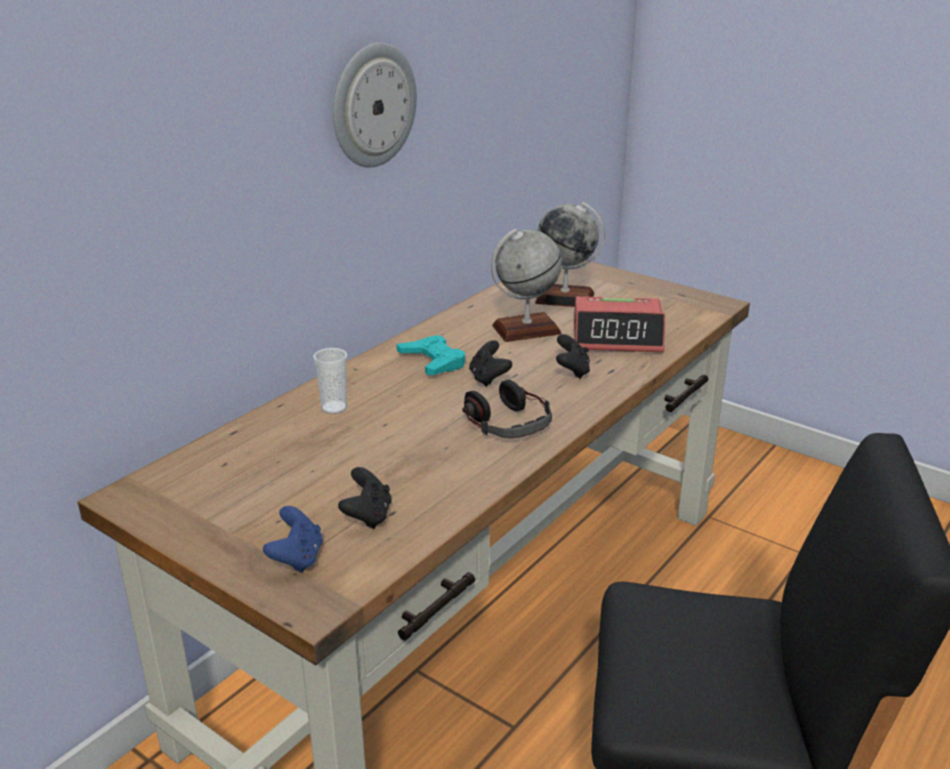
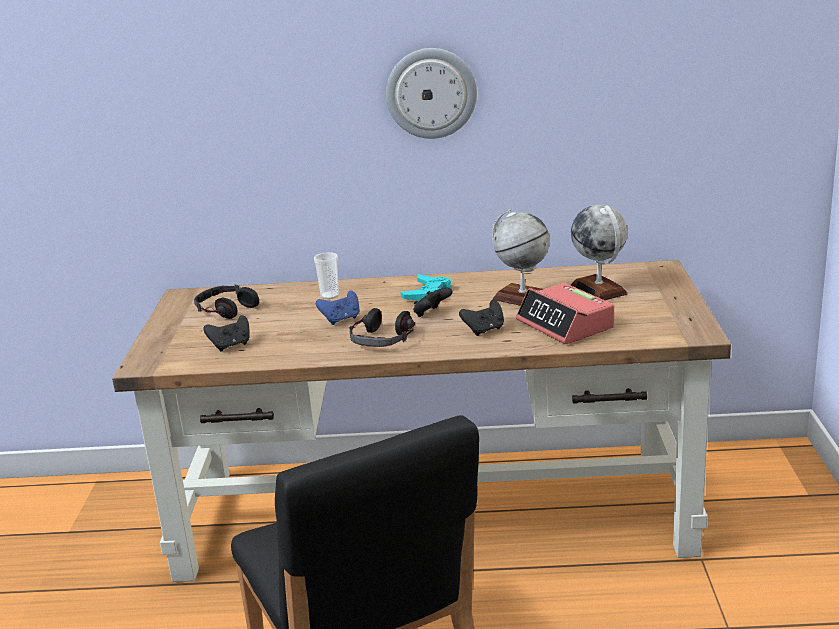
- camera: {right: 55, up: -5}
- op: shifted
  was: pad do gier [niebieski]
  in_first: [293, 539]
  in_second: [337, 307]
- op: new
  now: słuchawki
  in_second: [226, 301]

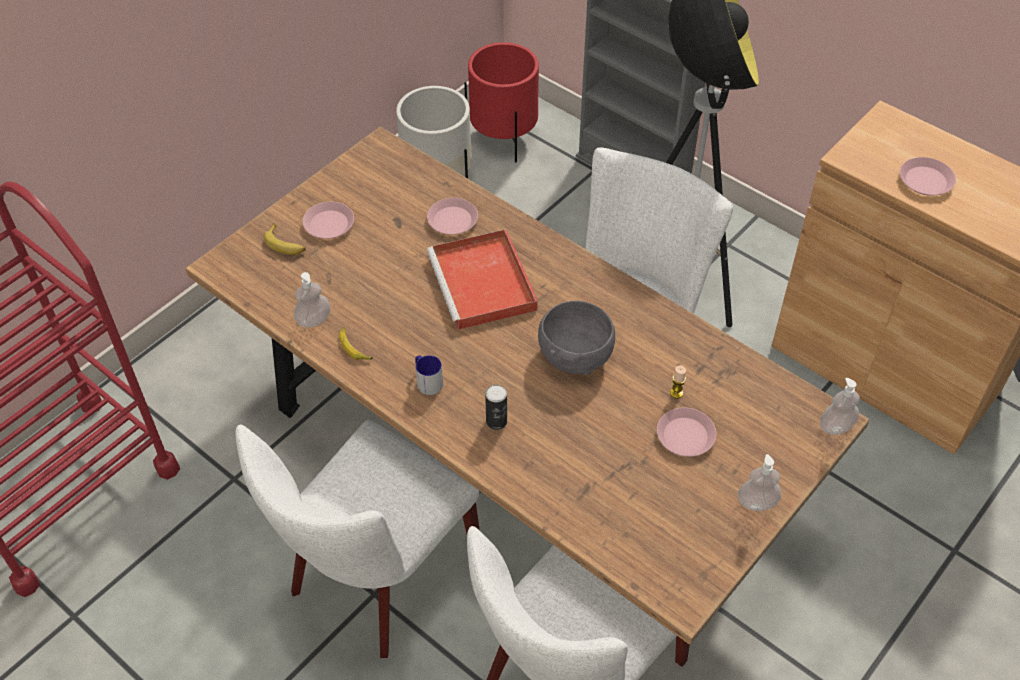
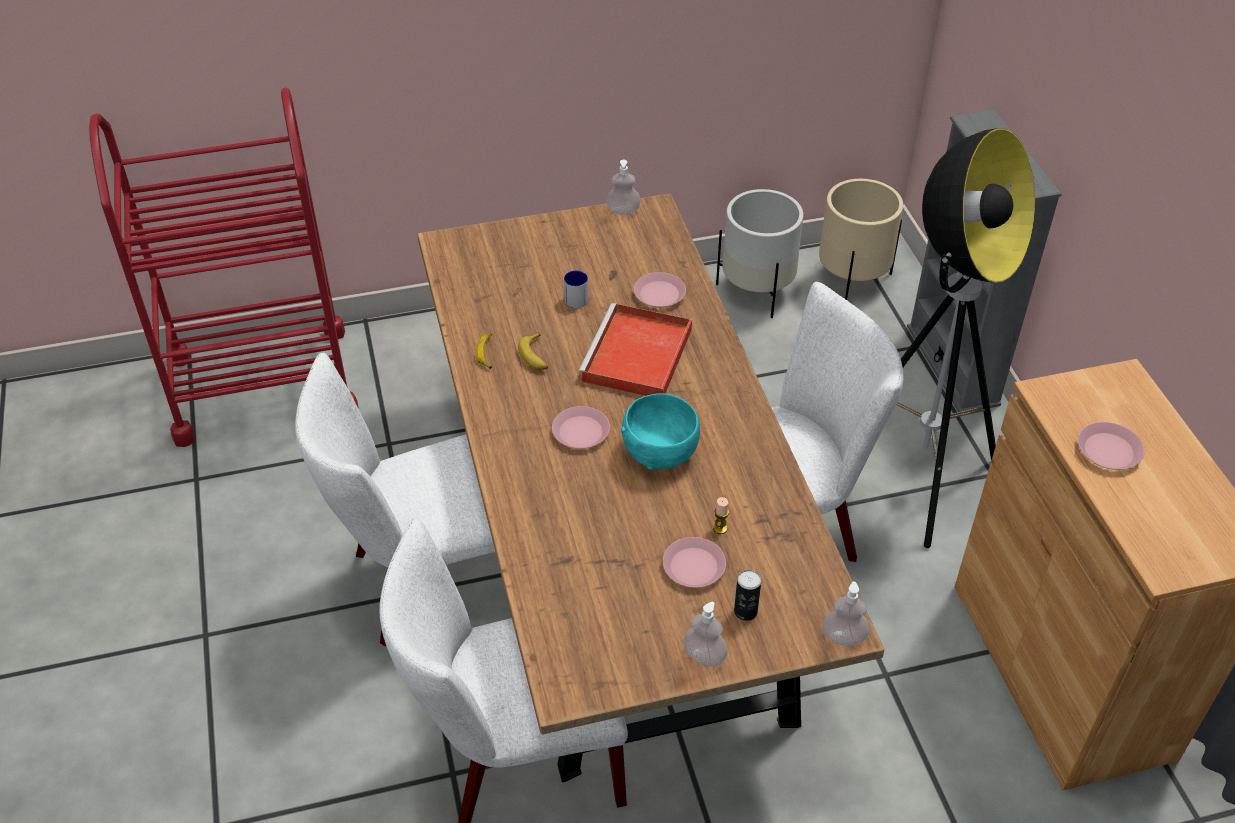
- camera: {right: 35, up: -5}
- op: repainted
  was: donica [czerwony]
  now: donica [beżowy]
  in_first: [501, 102]
  in_second: [861, 239]
- op: shifted
  was: talerz [różowy]
  in_first: [328, 220]
  in_second: [581, 427]
- op: shifted
  was: banan
  in_first: [285, 239]
  in_second: [533, 351]
- op: shifted
  was: dozownik mydła
  in_first: [312, 299]
  in_second: [623, 187]
- op: repainted
  was: miska [szary]
  now: miska [turkusowy]
  in_first: [576, 338]
  in_second: [660, 431]
- op: shifted
  was: kubek
  in_first: [429, 375]
  in_second: [576, 289]
- op: shifted
  was: puszka
  in_first: [496, 407]
  in_second: [747, 595]

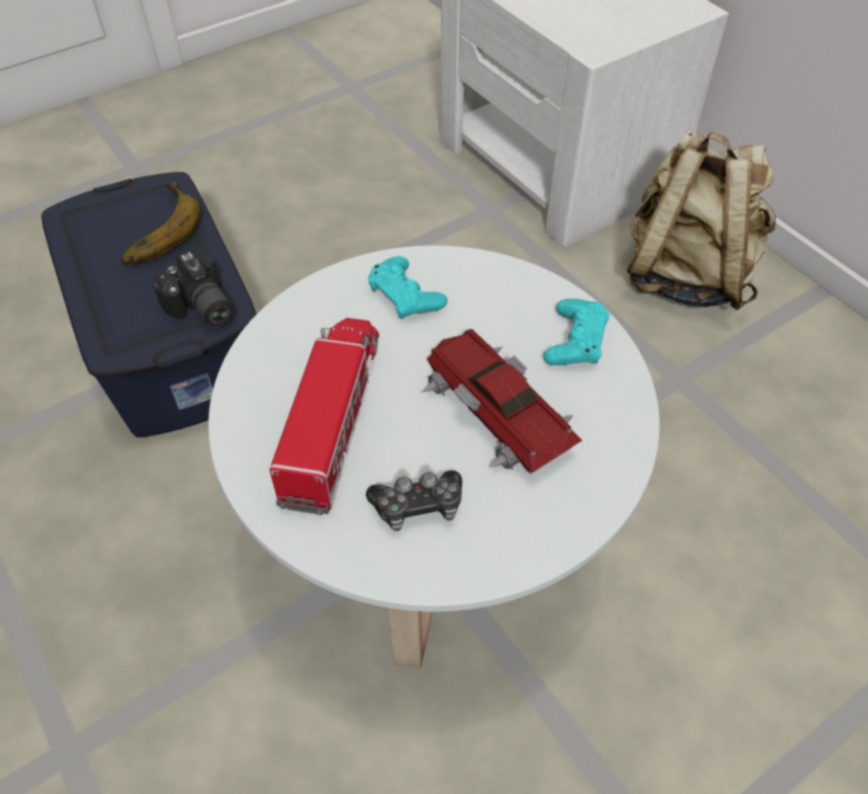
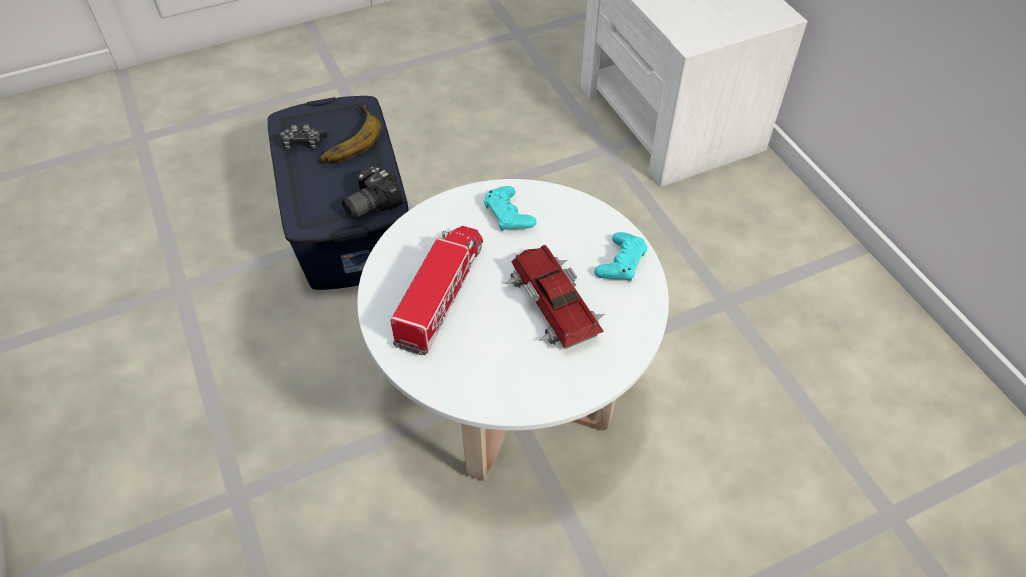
- camera: {right: 10, up: 0}
- op: gone
  was: plecak [beżowy]
  in_first: [701, 219]
- op: rotated
  was: aparat fotograficzny
  in_first: [193, 289]
  in_second: [372, 192]
  clockwise: 75
- op: shifted
  was: pad do gier
  in_first: [414, 500]
  in_second: [303, 137]

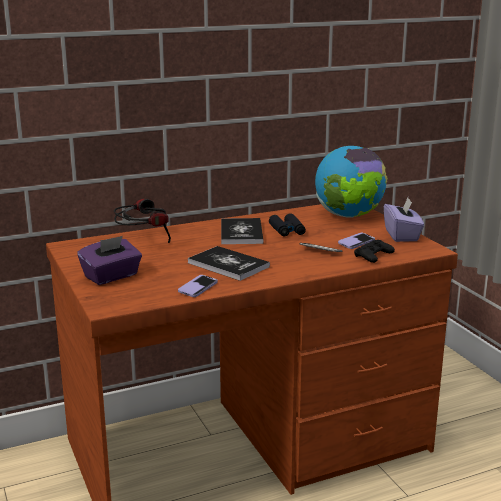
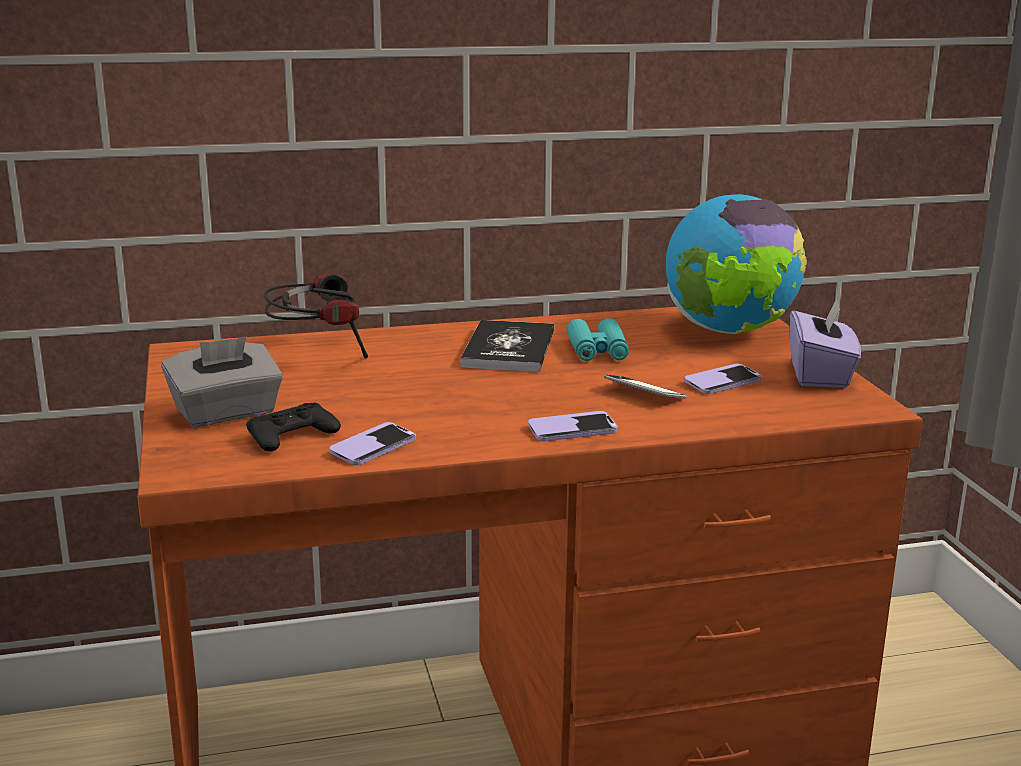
- camera: {right: 10, up: 0}
- op: repainted
  was: lornetka [czarny]
  now: lornetka [turkusowy]
  in_first: [287, 225]
  in_second: [598, 339]
- op: repainted
  was: pudełko chusteczek [fioletowy]
  now: pudełko chusteczek [szary]
  in_first: [109, 260]
  in_second: [222, 382]
- op: shifted
  was: pad do gier [czarny]
  in_first: [374, 251]
  in_second: [293, 427]
- op: gone
  was: książka
  in_first: [229, 263]
- op: new
  now: telefon
  in_second: [573, 426]

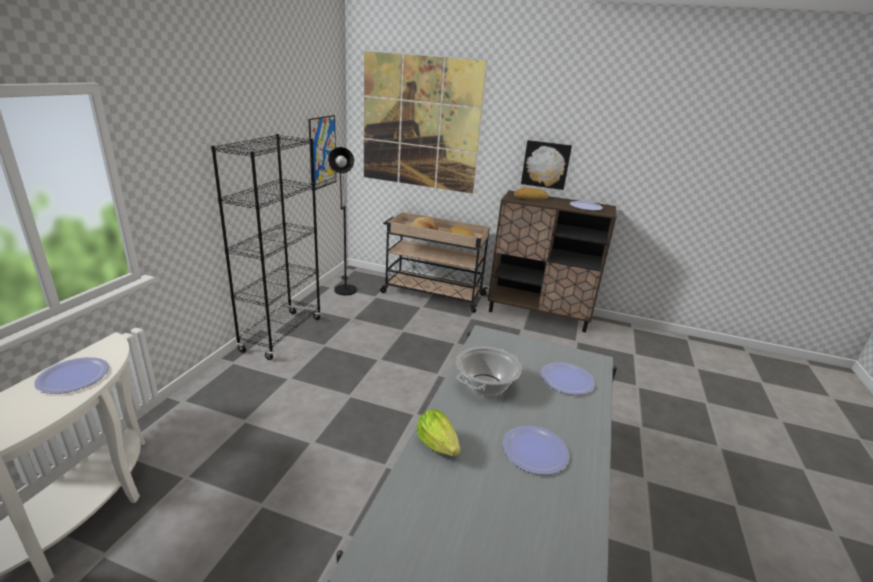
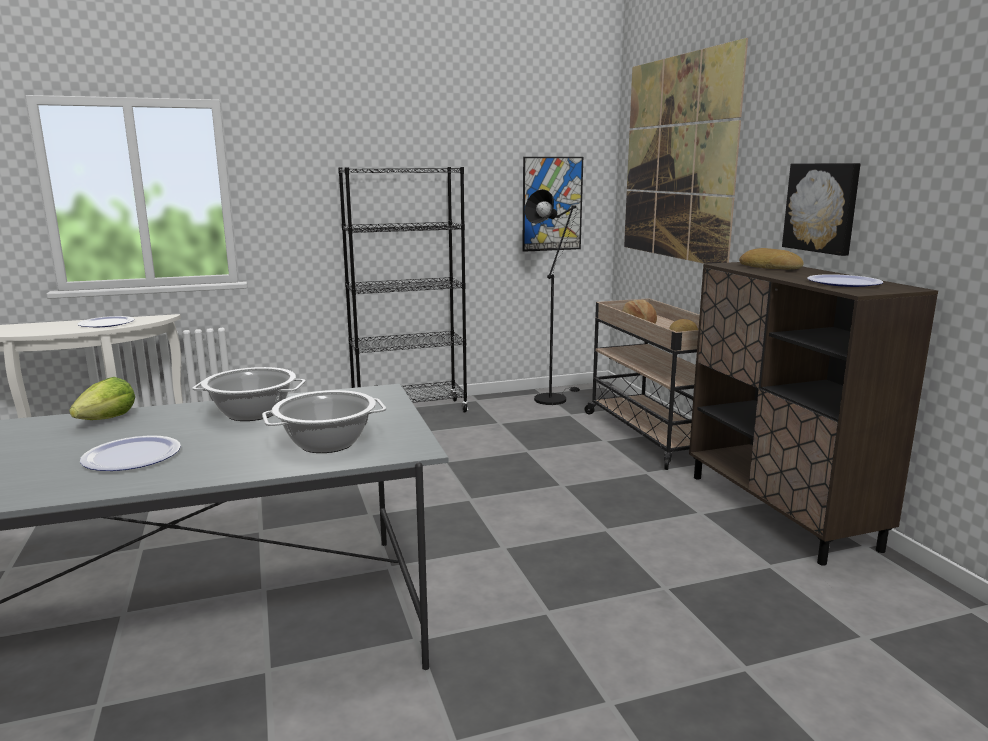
- camera: {right: 55, up: -10}
- op: swapped
  was: talerz
  now: garnek
  in_first: [568, 378]
  in_second: [324, 421]

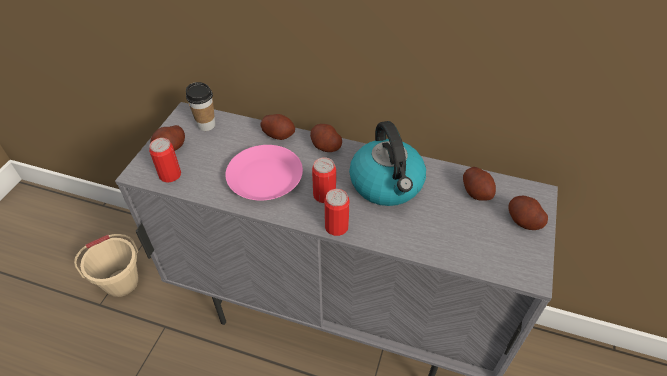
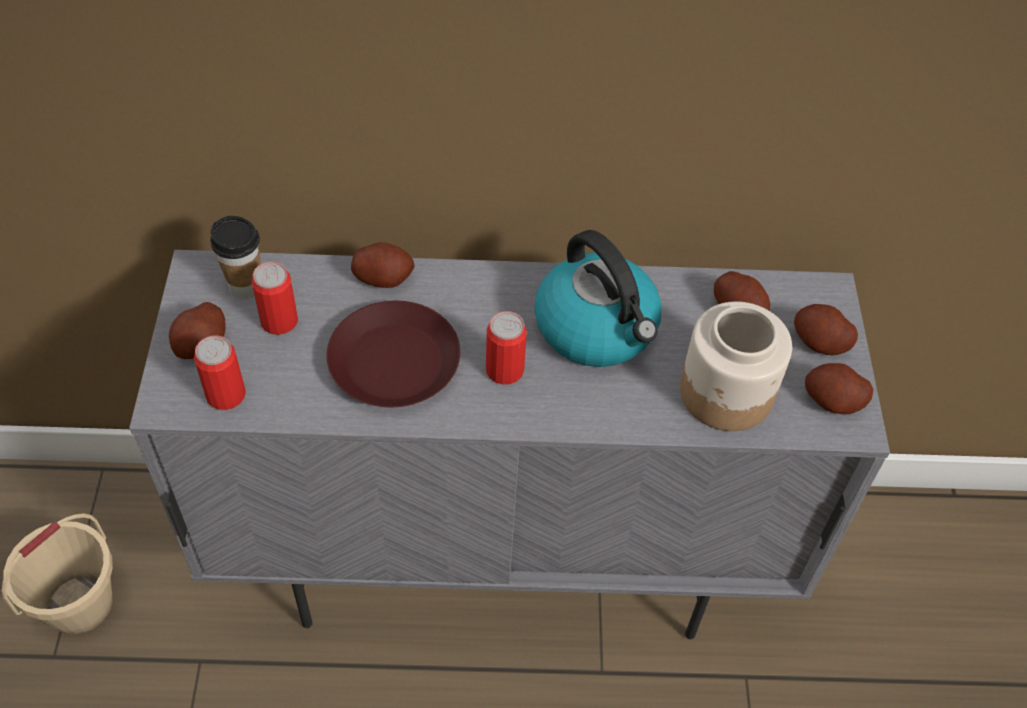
- camera: {right: -20, up: 5}
- op: shifted
  was: ziemniak
  in_first: [326, 138]
  in_second: [839, 389]
- op: repainted
  was: talerz [różowy]
  now: talerz [brązowy]
  in_first: [264, 173]
  in_second: [393, 354]
- op: shifted
  was: puszka
  in_first: [337, 212]
  in_second: [274, 298]
- op: new
  now: słoik
  in_second: [736, 366]

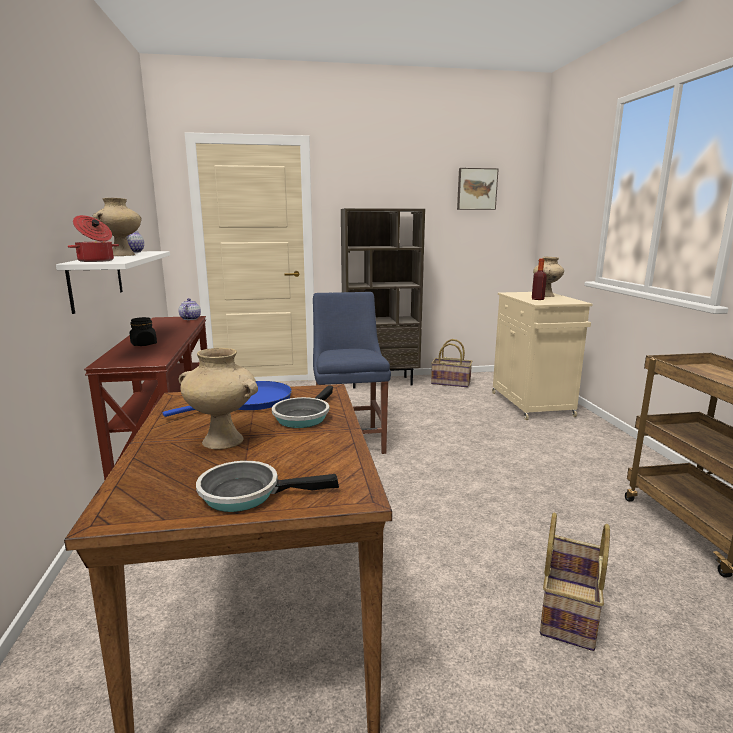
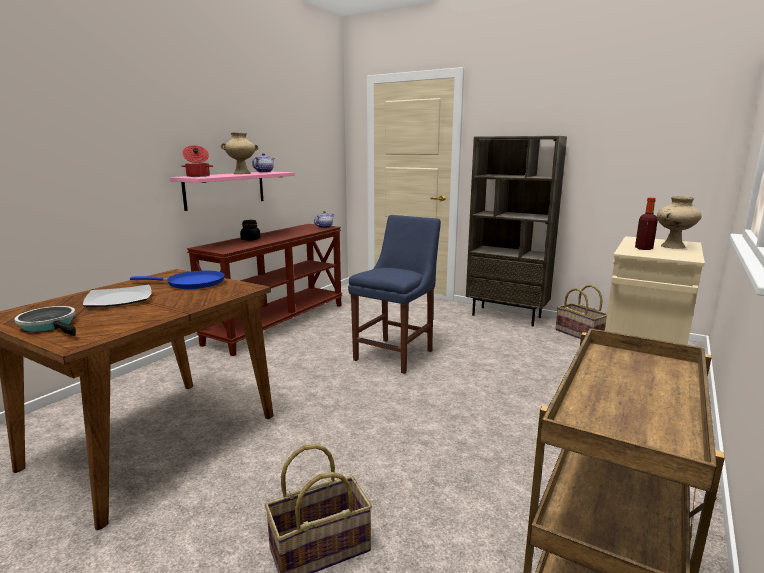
- camera: {right: 40, up: 0}
- op: gone
  was: obraz
  in_first: [478, 189]
- op: repainted
  was: półka [biały]
  now: półka [różowy]
  in_first: [113, 282]
  in_second: [232, 191]
- op: swapped
  was: wazon [beżowy]
  now: talerz
  in_first: [218, 398]
  in_second: [117, 296]
- op: gone
  was: patelnia
  in_first: [302, 406]

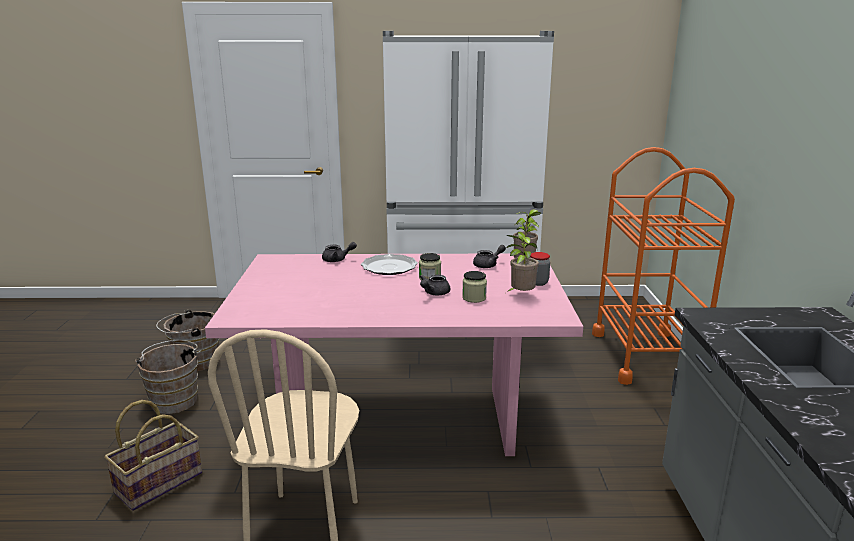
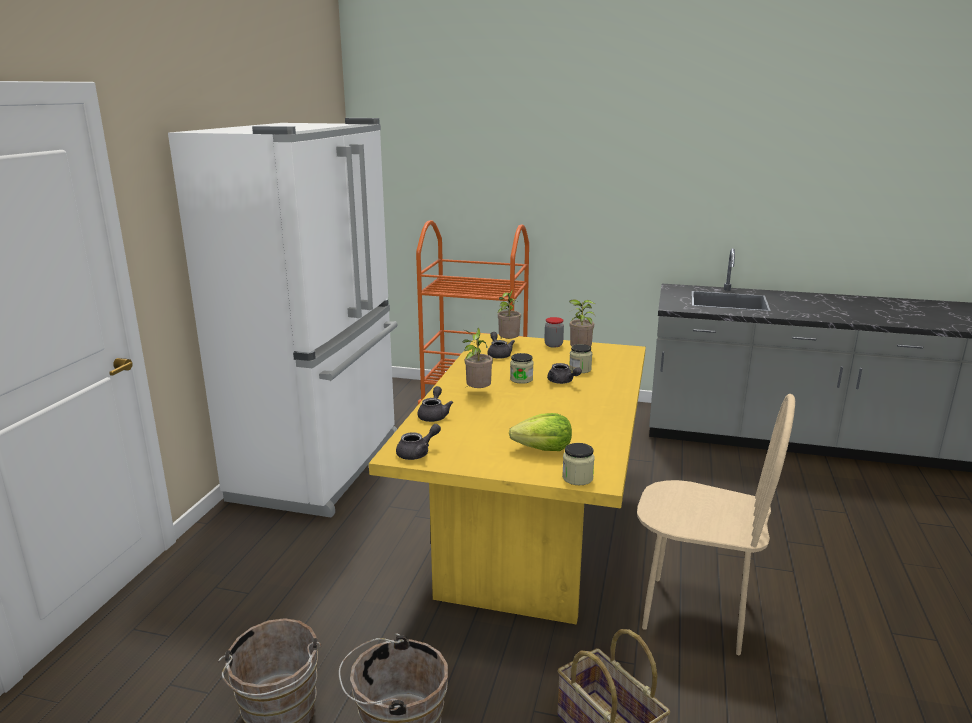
- camera: {right: -75, up: 0}
- op: repainted
  was: stół jadalny [różowy]
  now: stół jadalny [żółty]
  in_first: [394, 355]
  in_second: [507, 478]
- op: swapped
  was: talerz
  now: roślina doniczkowa
  in_first: [389, 264]
  in_second: [477, 358]
- op: new
  now: sałata
  in_second: [540, 432]
- op: new
  now: imbryk [szary]
  in_second: [418, 442]
- op: new
  now: słoik
  in_second: [578, 464]

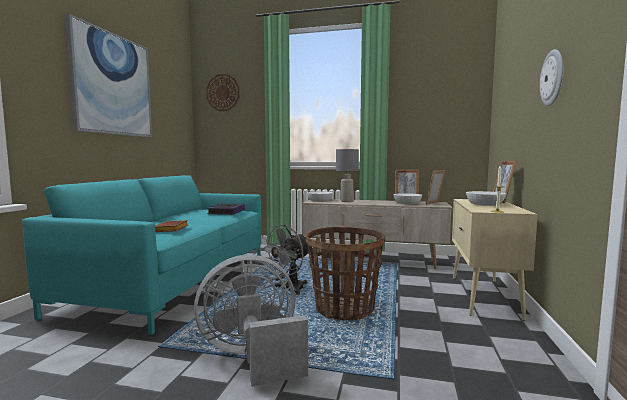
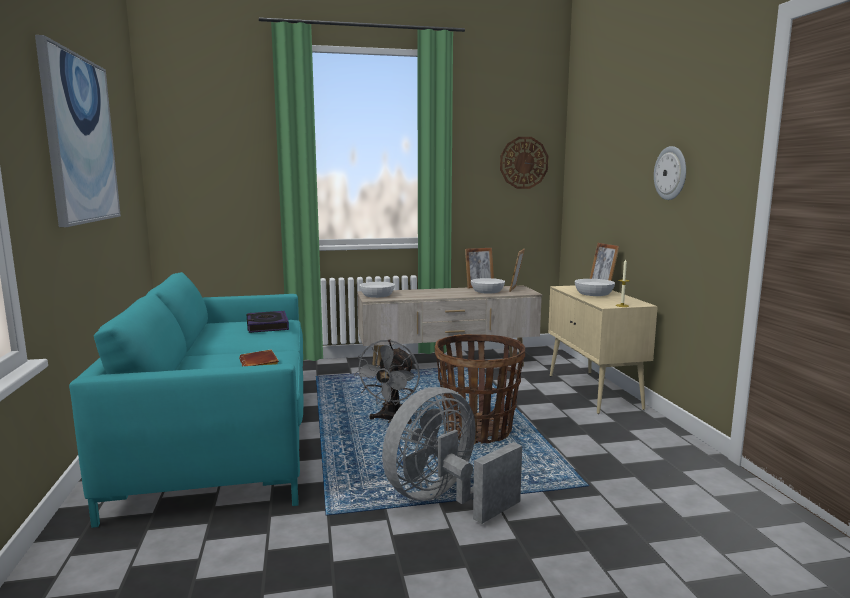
- camera: {right: -25, up: 5}
- op: shifted
  was: zegar ścienny
  in_first: [223, 92]
  in_second: [524, 163]
- op: gone
  was: lampa stołowa [szary]
  in_first: [347, 175]

